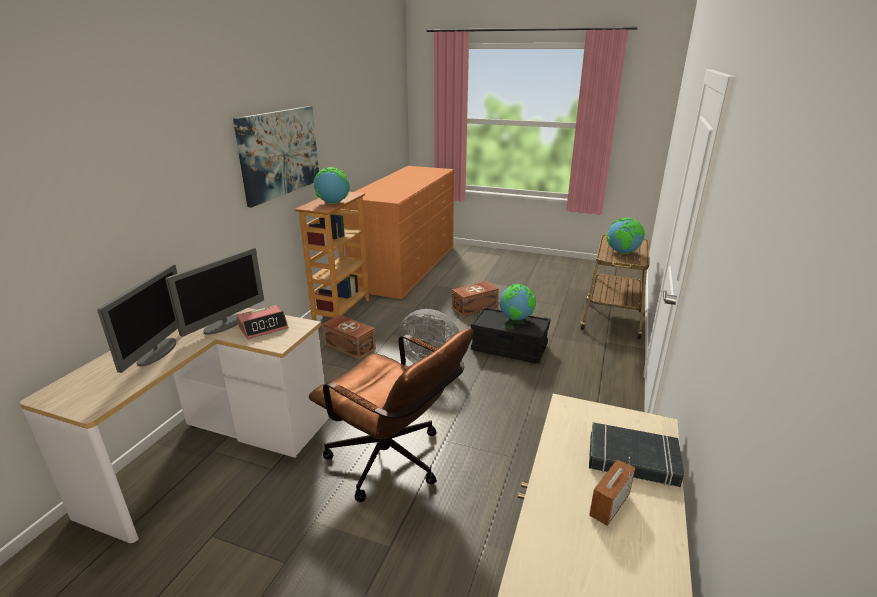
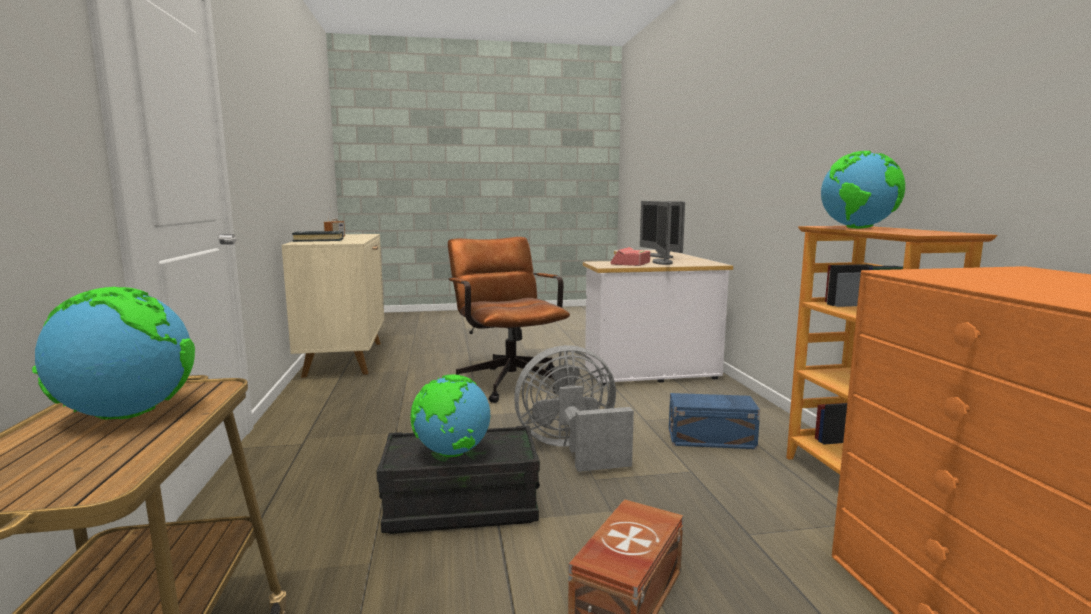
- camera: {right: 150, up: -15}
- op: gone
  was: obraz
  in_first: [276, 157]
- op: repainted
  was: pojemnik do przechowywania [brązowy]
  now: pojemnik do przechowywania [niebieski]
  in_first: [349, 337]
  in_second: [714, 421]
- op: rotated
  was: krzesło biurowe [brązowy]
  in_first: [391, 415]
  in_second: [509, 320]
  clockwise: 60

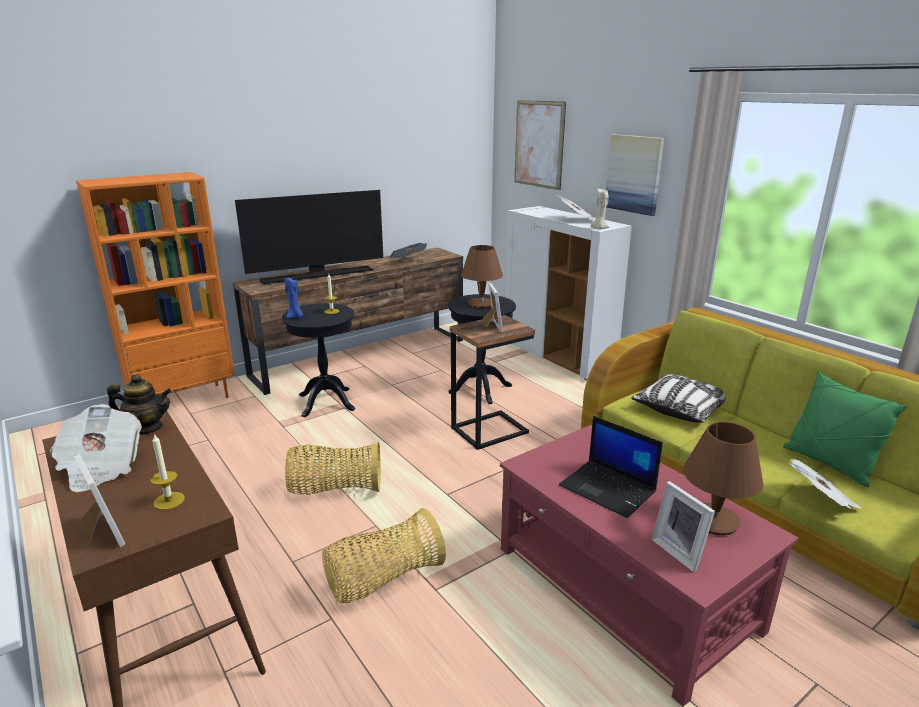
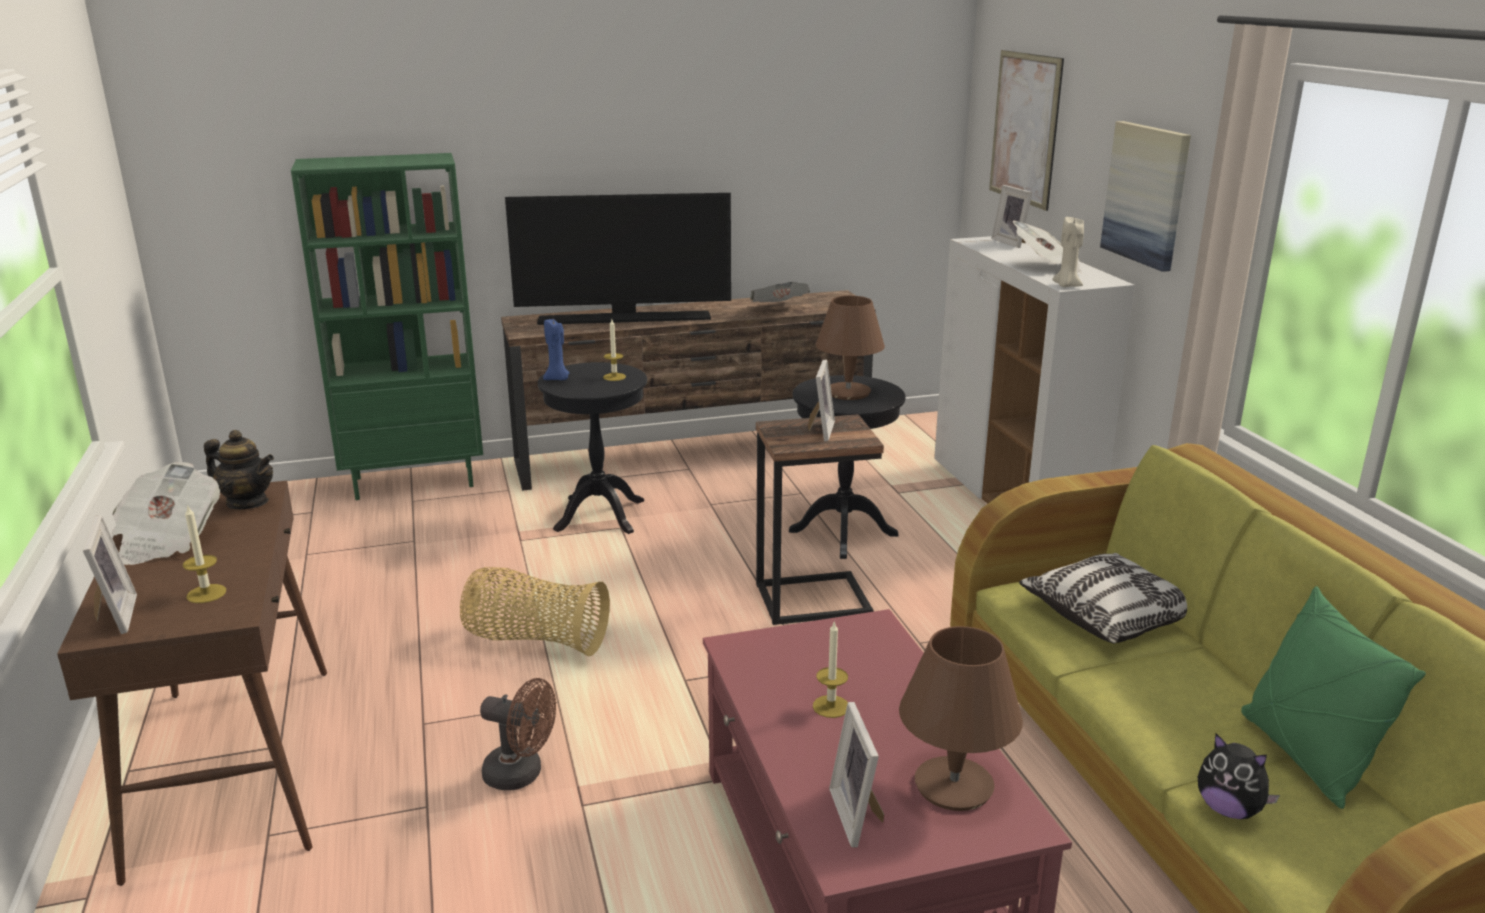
- camera: {right: 20, up: 0}
- op: repainted
  was: regał [pomarańczowy]
  now: regał [zielony]
  in_first: [155, 285]
  in_second: [387, 326]
- op: swapped
  was: laptop
  now: świeca
  in_first: [611, 467]
  in_second: [830, 669]
- op: swapped
  was: gazeta
  now: pluszak
  in_first: [826, 484]
  in_second: [1239, 776]
- op: swapped
  was: koszyk
  now: wentylator [brązowy]
  in_first: [384, 555]
  in_second: [518, 734]
- op: new
  now: ramka na zdjęcie
  in_second: [1012, 216]

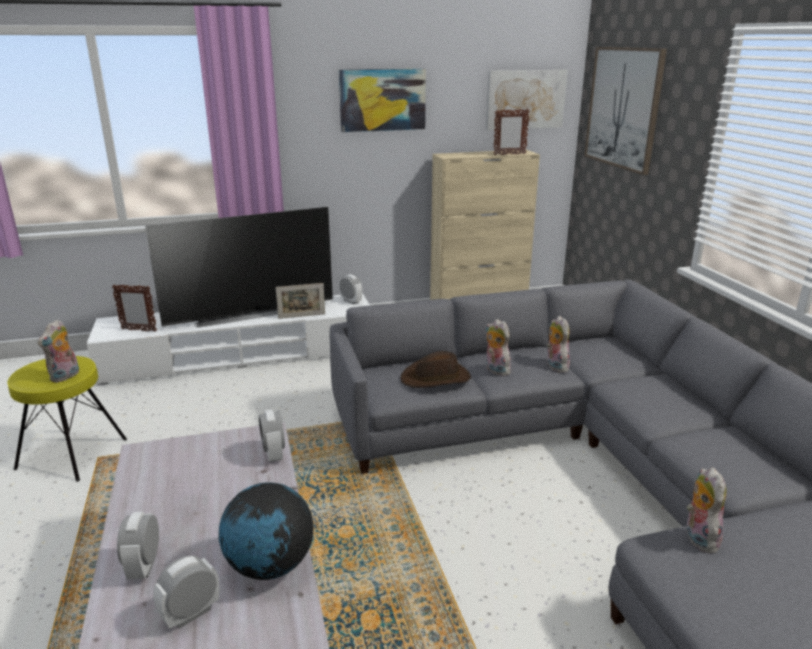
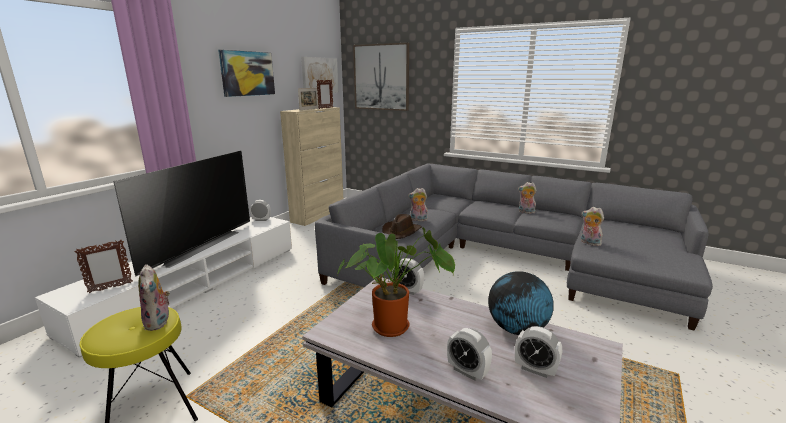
- camera: {right: -45, up: -5}
- op: shifted
  was: ramka na zdjęcie
  in_first: [300, 301]
  in_second: [308, 99]
- op: shifted
  was: pluszak
  in_first: [558, 344]
  in_second: [527, 198]
- op: rotated
  was: budzik
  in_first: [186, 592]
  in_second: [538, 352]
  clockwise: -60
- op: new
  now: roślina doniczkowa
  in_second: [396, 282]

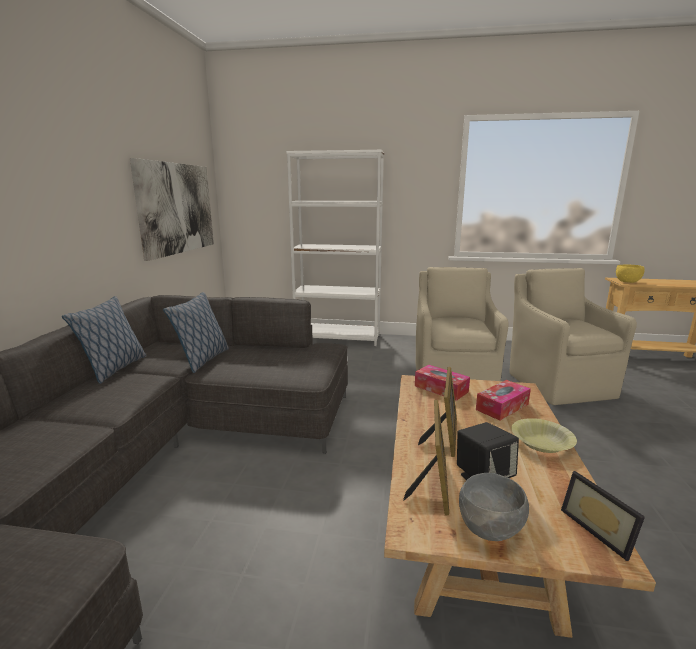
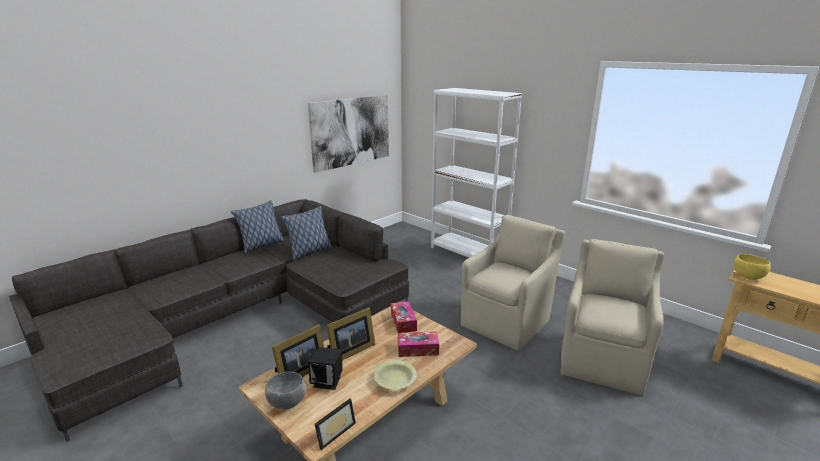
- camera: {right: 35, up: 5}
- op: rotated
  was: ramka na zdjęcie
  in_first: [603, 516]
  in_second: [335, 424]
  clockwise: -150

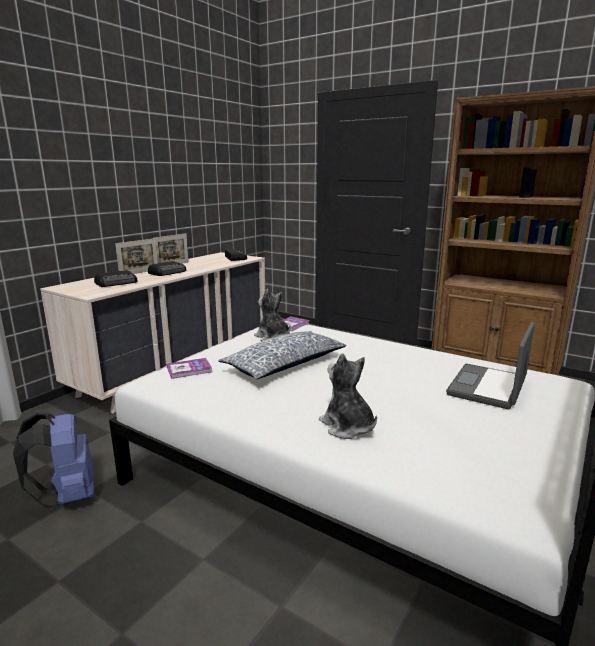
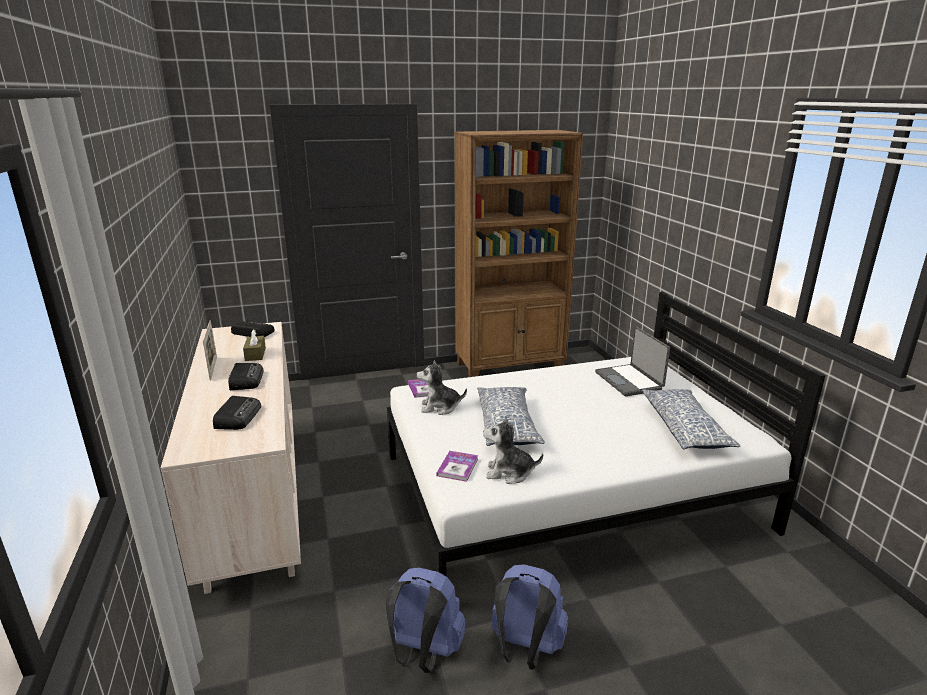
- camera: {right: -50, up: 5}
- op: gone
  was: ramka na zdjęcie
  in_first: [136, 256]
- op: shifted
  was: pluszak
  in_first: [348, 396]
  in_second: [513, 450]
- op: new
  now: pudełko chusteczek [brązowy]
  in_second: [254, 345]
- op: new
  now: poduszka
  in_second: [691, 419]
- op: new
  now: plecak [niebieski]
  in_second: [529, 617]

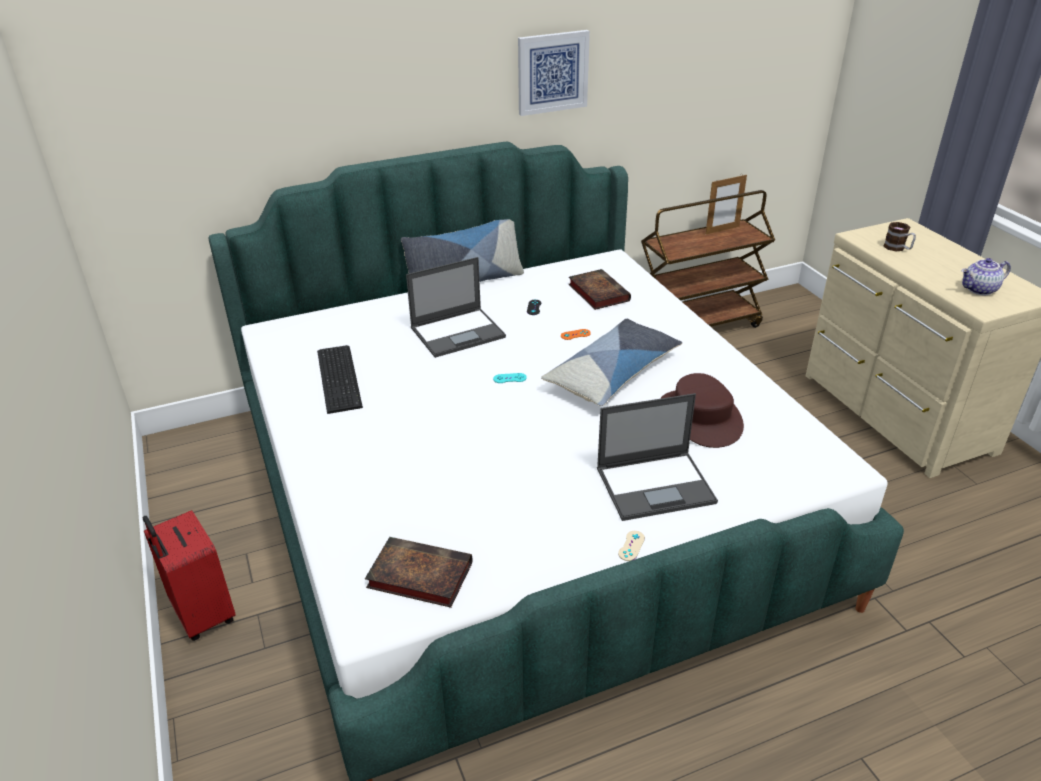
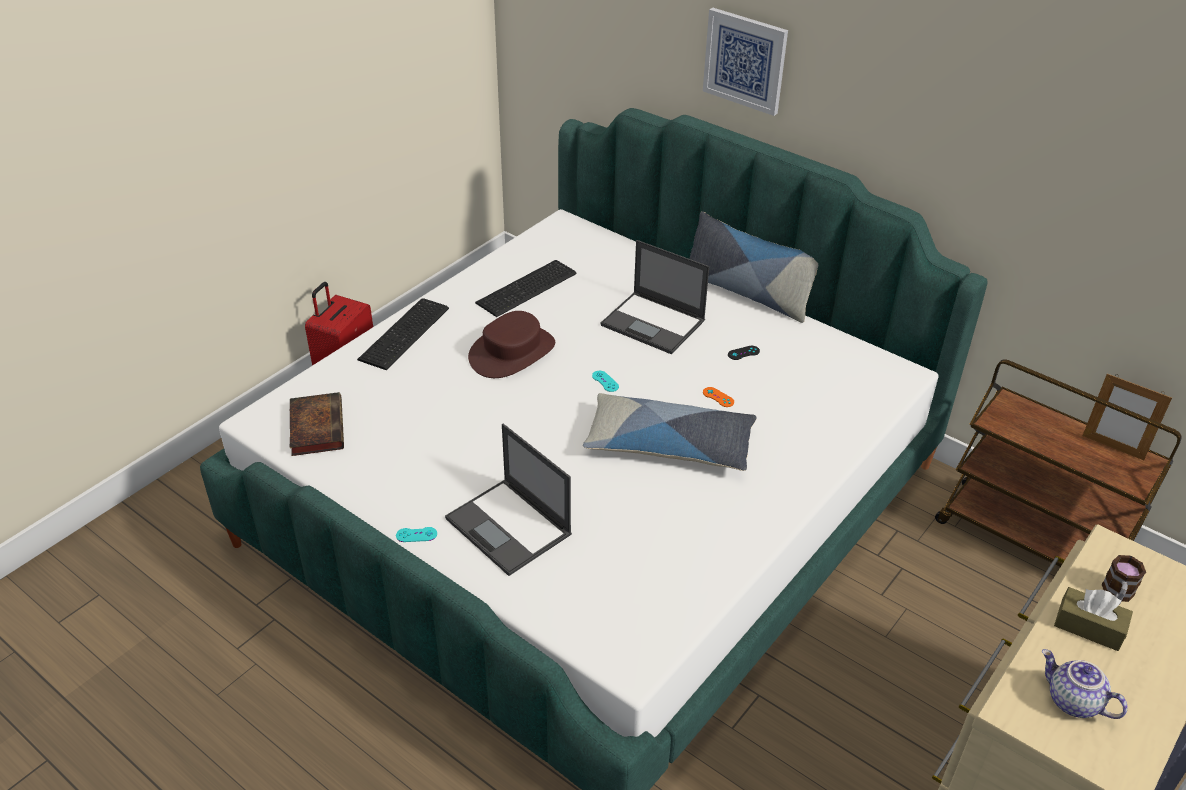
- camera: {right: 60, up: 5}
- op: shifted
  was: obraz
  in_first: [554, 73]
  in_second: [745, 62]
- op: gone
  was: książka
  in_first: [600, 289]
- op: shifted
  was: kapelusz [brązowy]
  in_first: [702, 410]
  in_second: [511, 344]
- op: repainted
  was: pad do gier [beżowy]
  now: pad do gier [turkusowy]
  in_first: [631, 546]
  in_second: [416, 534]
- op: new
  now: klawiatura
  in_second: [403, 334]
- op: new
  now: pudełko chusteczek [brązowy]
  in_second: [1093, 619]

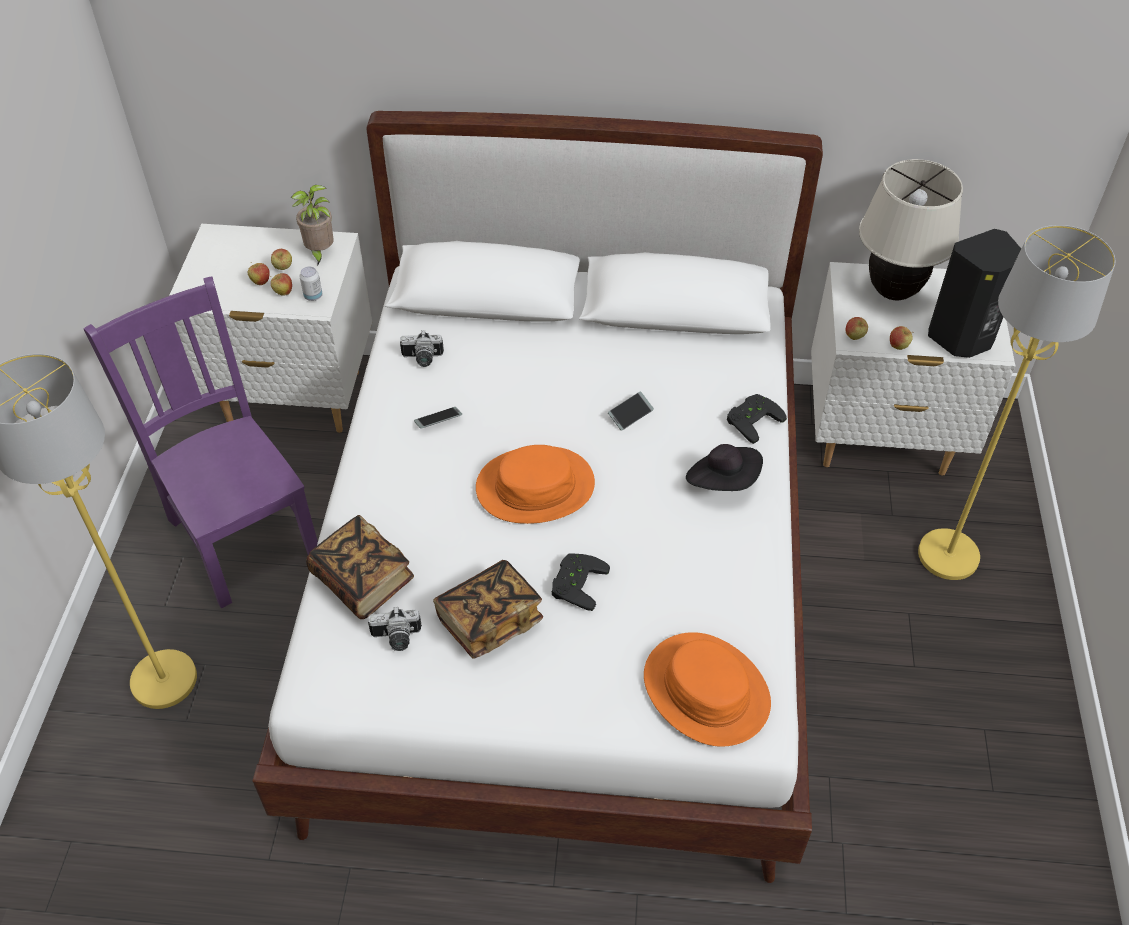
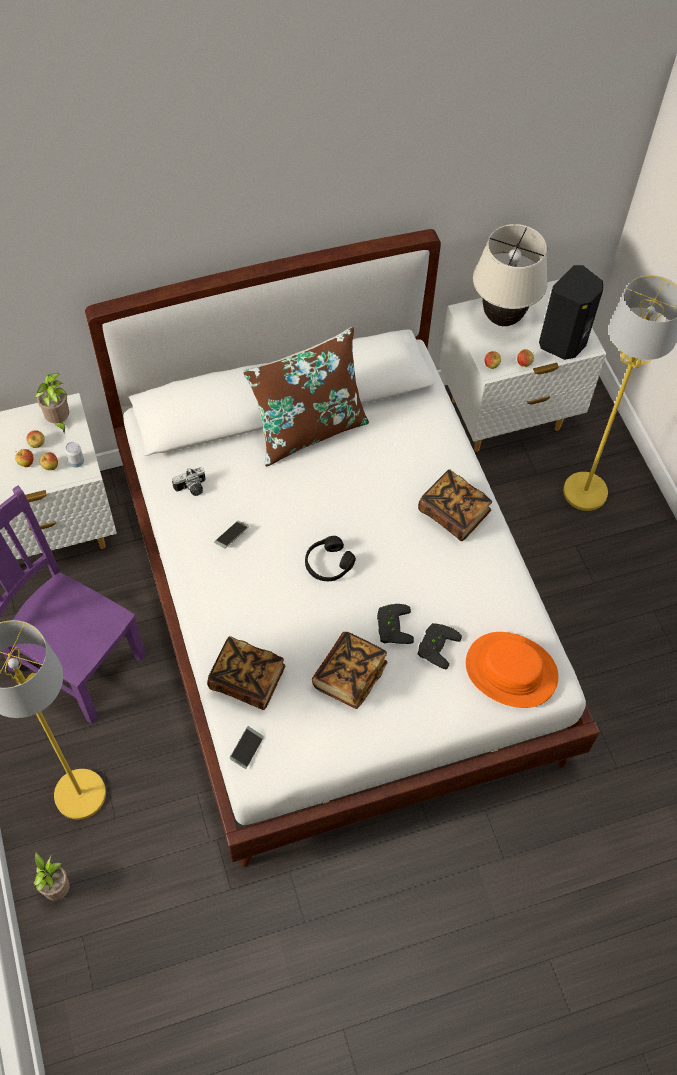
- camera: {right: -25, up: 10}
- op: shifted
  was: telefon
  in_first: [631, 411]
  in_second: [247, 747]
- op: shifted
  was: pad do gier [czarny]
  in_first: [757, 419]
  in_second: [440, 646]
- op: swapped
  was: kapelusz [czarny]
  now: książka
  in_first: [724, 467]
  in_second: [455, 505]
- op: swapped
  was: kapelusz [pomarańczowy]
  now: słuchawki [czarny]
  in_first: [535, 484]
  in_second: [330, 558]
- op: gone
  was: aparat fotograficzny
  in_first: [395, 629]
- op: new
  now: poduszka [brązowy]
  in_second: [306, 396]
- op: new
  now: roślina doniczkowa
  in_second: [51, 876]

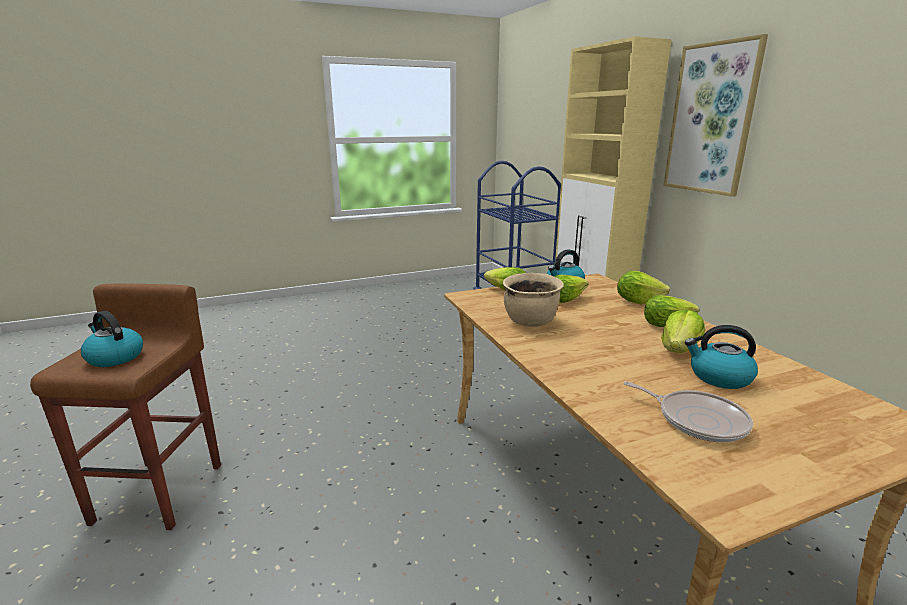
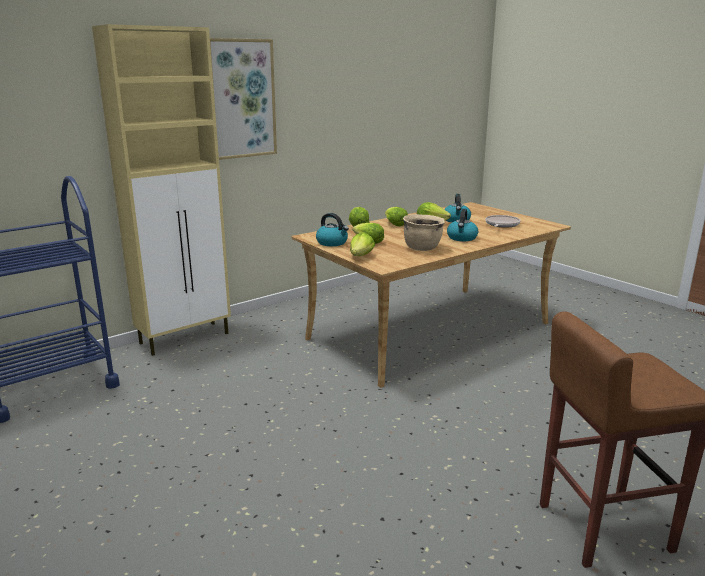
- camera: {right: -105, up: 0}
- op: shifted
  was: czajnik
  in_first: [112, 339]
  in_second: [462, 225]

